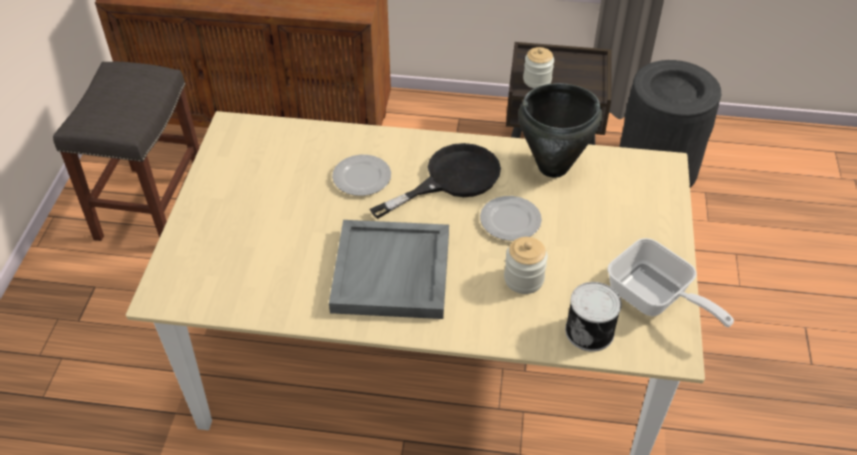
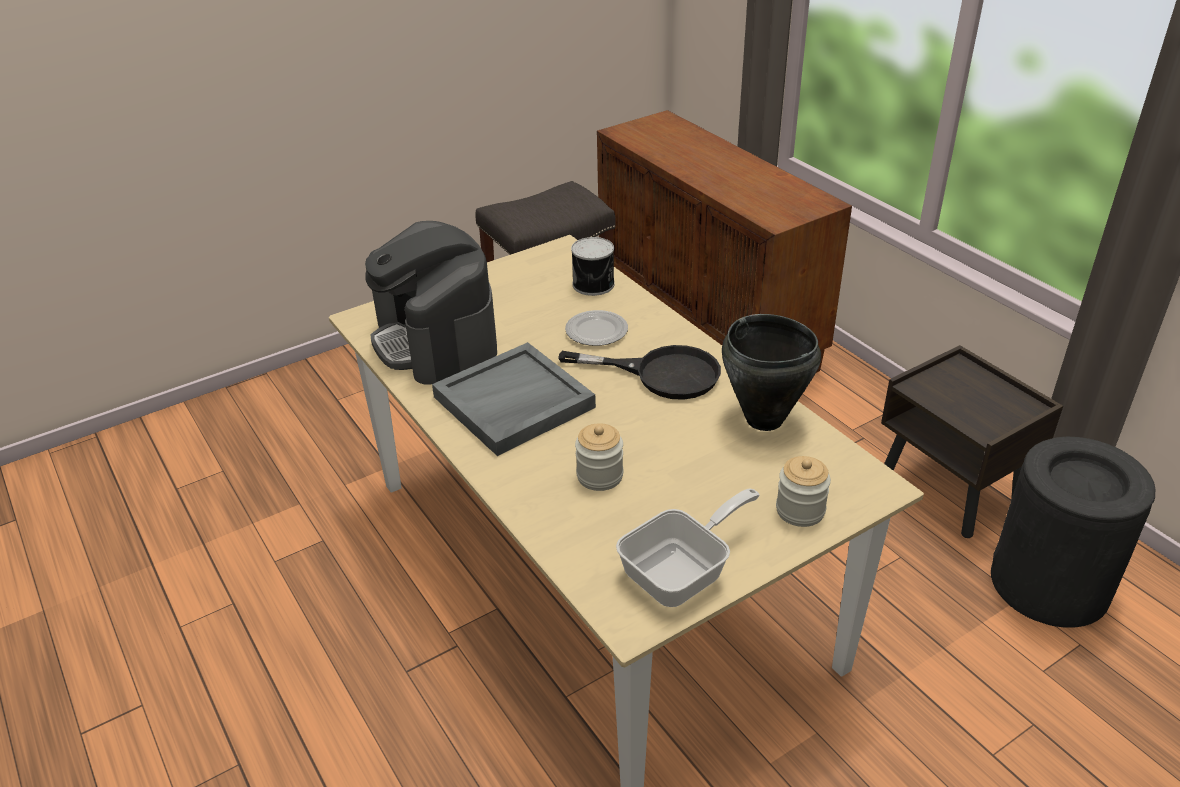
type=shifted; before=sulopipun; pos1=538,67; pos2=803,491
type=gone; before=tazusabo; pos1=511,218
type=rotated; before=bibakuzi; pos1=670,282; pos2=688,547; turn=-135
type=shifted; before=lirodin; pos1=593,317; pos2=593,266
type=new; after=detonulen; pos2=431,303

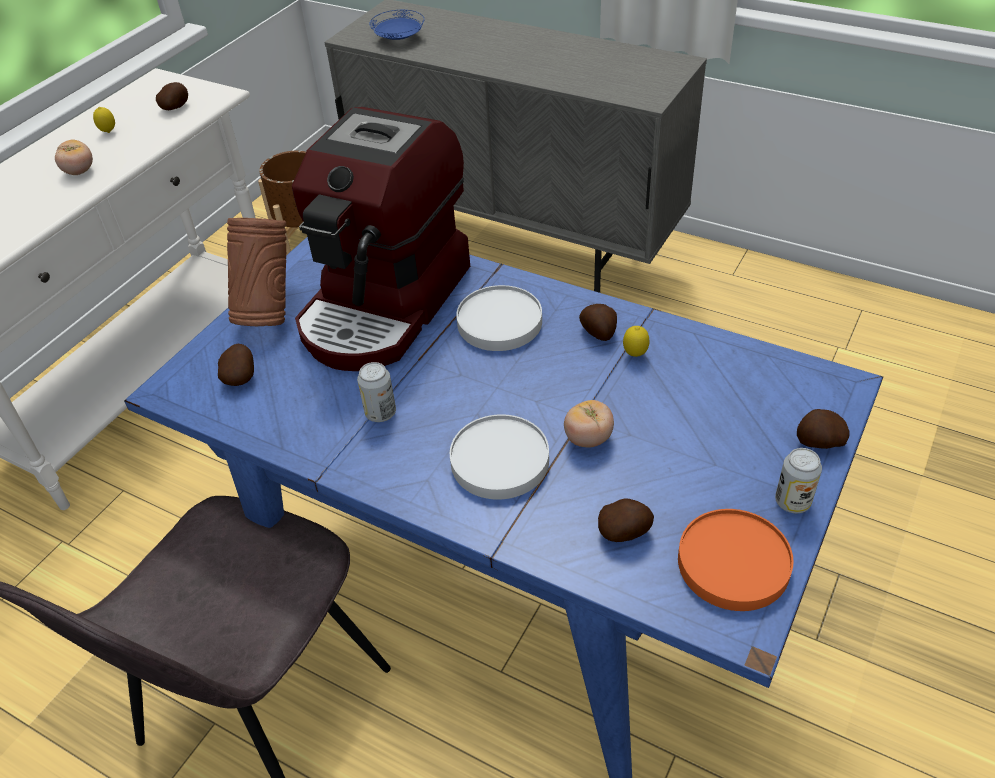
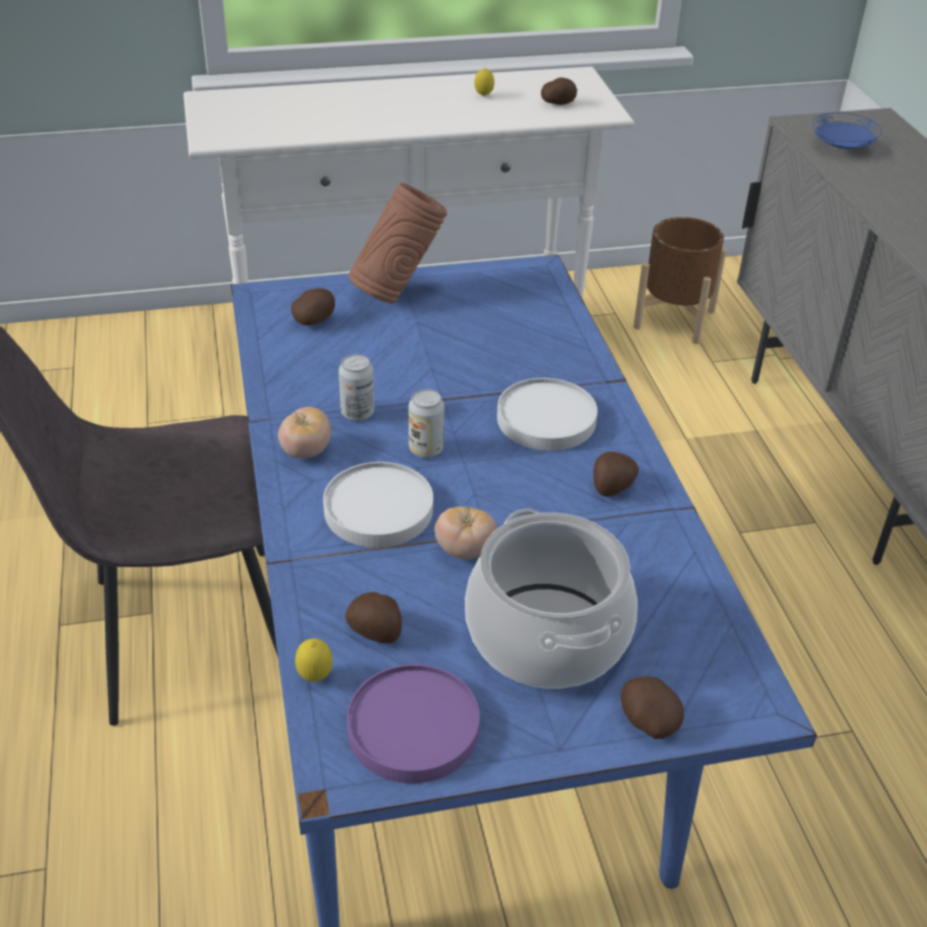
type=gone; before=detonulen; pos1=381,239
type=shifted; before=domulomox; pos1=74,157; pos2=304,433
type=shifted; before=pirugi; pos1=636,341; pos2=314,660
type=shifted; before=lirodin; pos1=798,480; pos2=426,423
type=repainted; before=tazusabo (orange); after=tazusabo (purple); pos1=735,560; pos2=413,724
type=new; after=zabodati; pos2=551,599

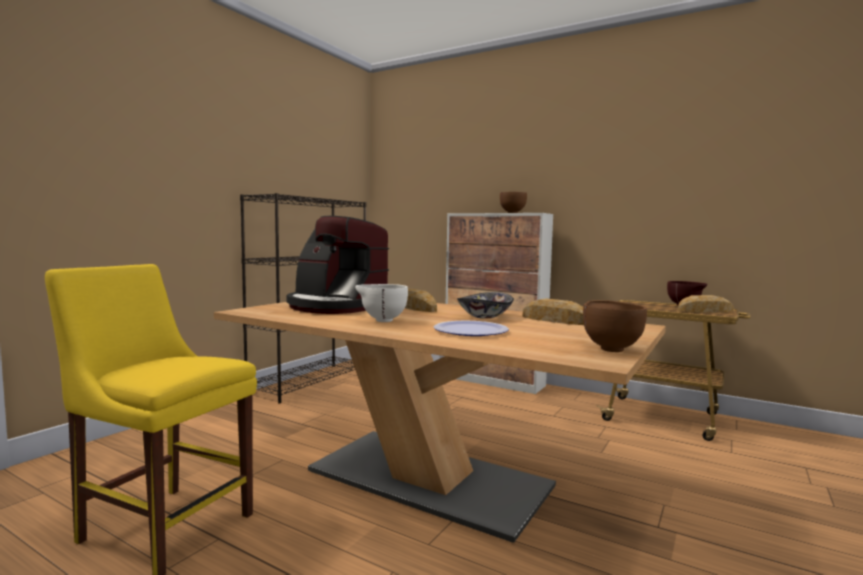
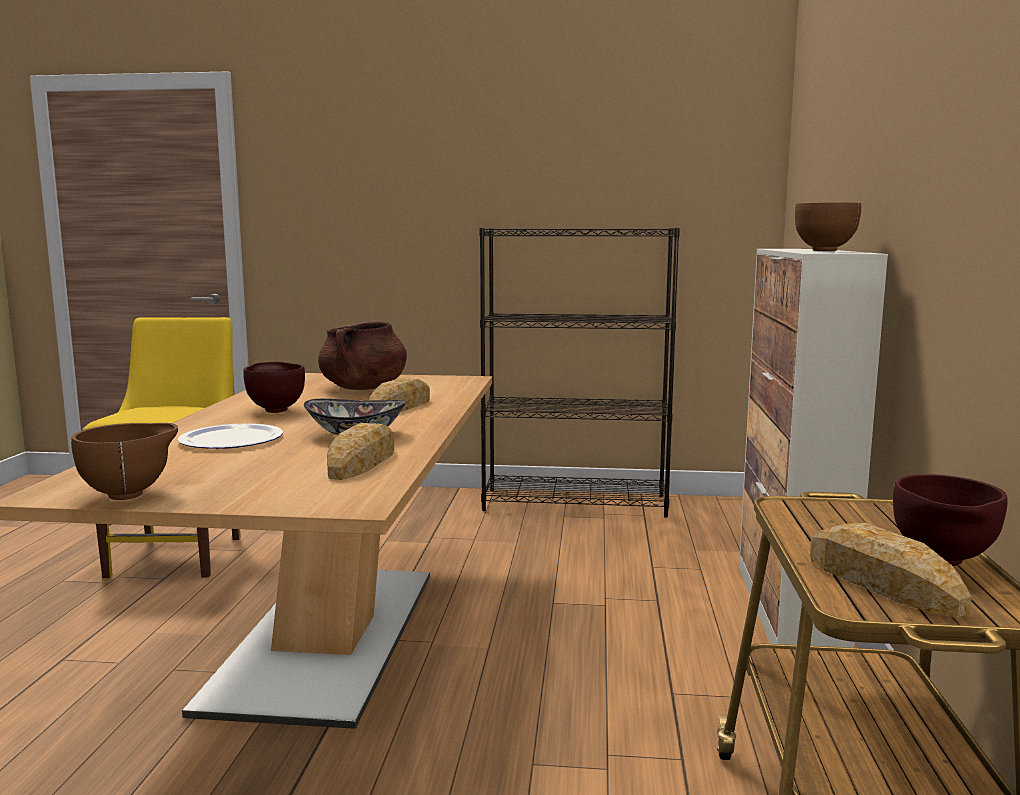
type=swapped; before=detonulen; after=zabodati (brown); pos1=337,265; pos2=362,355
type=repainted; before=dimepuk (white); after=dimepuk (brown); pos1=381,303; pos2=274,387

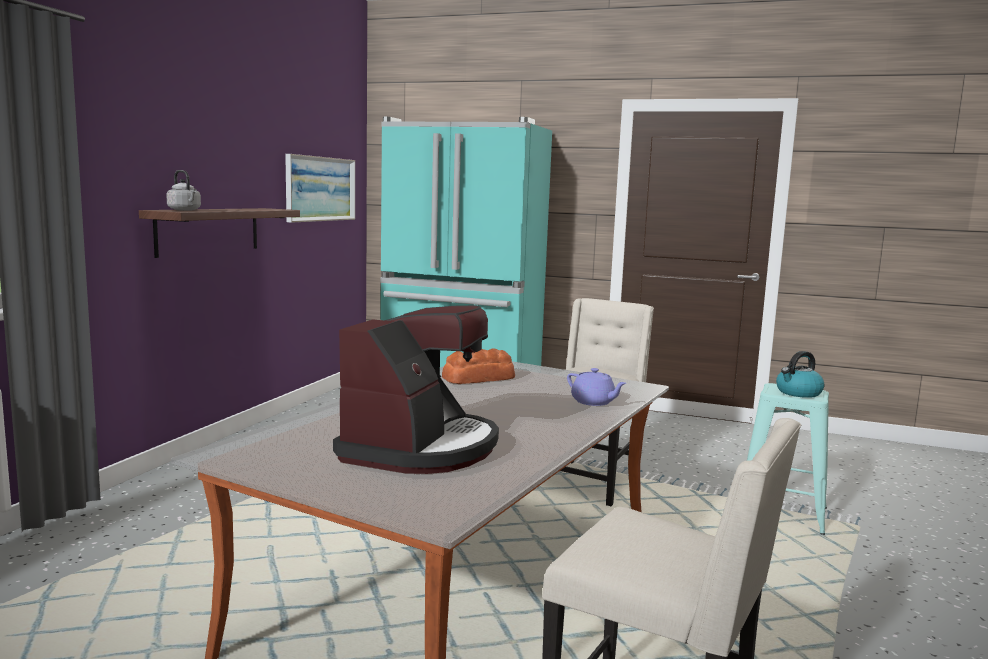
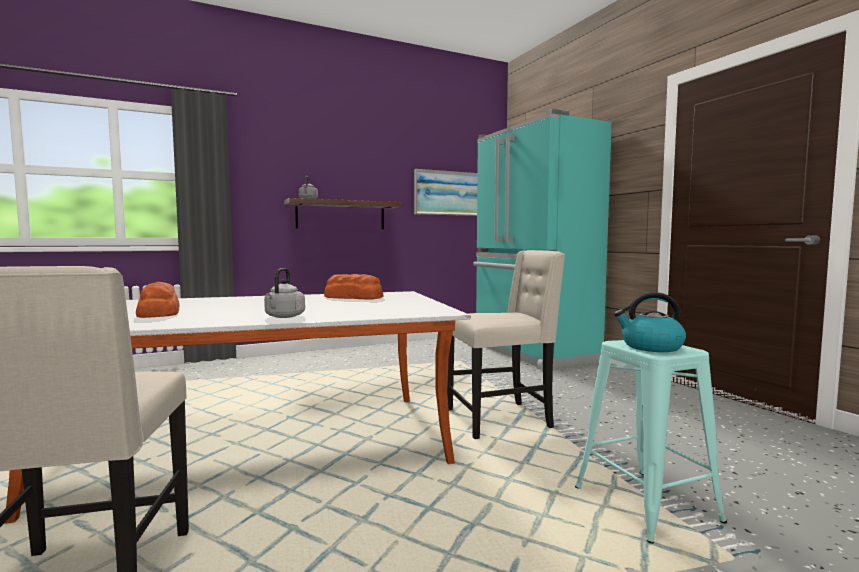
type=swapped; before=detonulen; after=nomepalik; pos1=416,389; pos2=158,300
type=gone; before=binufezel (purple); pos1=596,387
type=new; after=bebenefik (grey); pos2=284,293

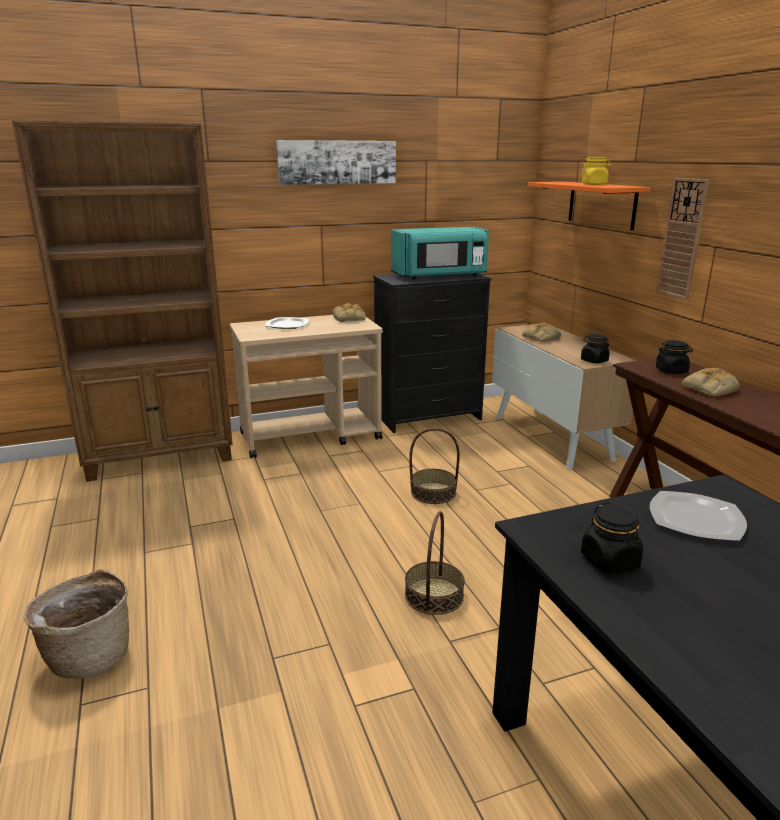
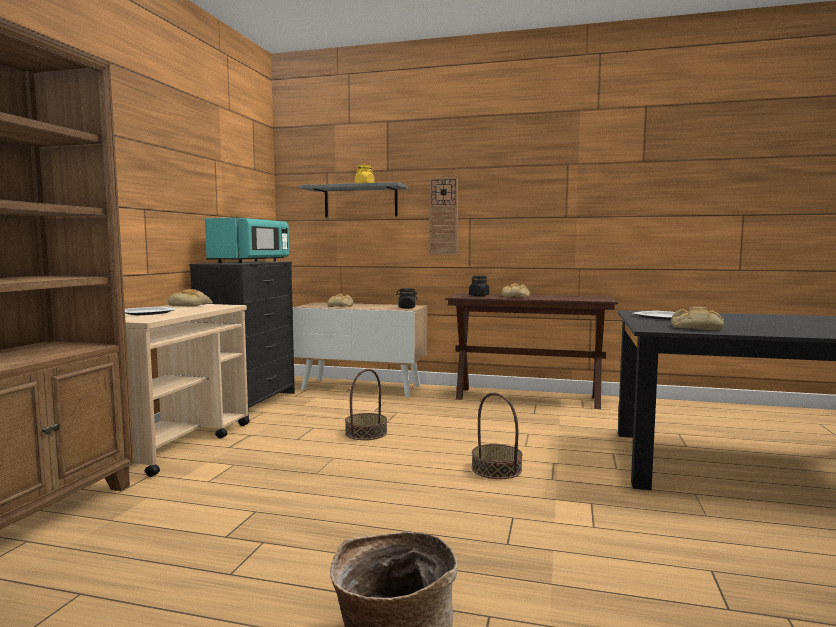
type=gone; before=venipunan; pos1=336,162
type=repainted; before=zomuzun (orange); after=zomuzun (grey); pos1=589,206; pos2=354,199
type=swapped; before=sulopipun (black); after=nomepalik; pos1=612,538; pos2=697,319

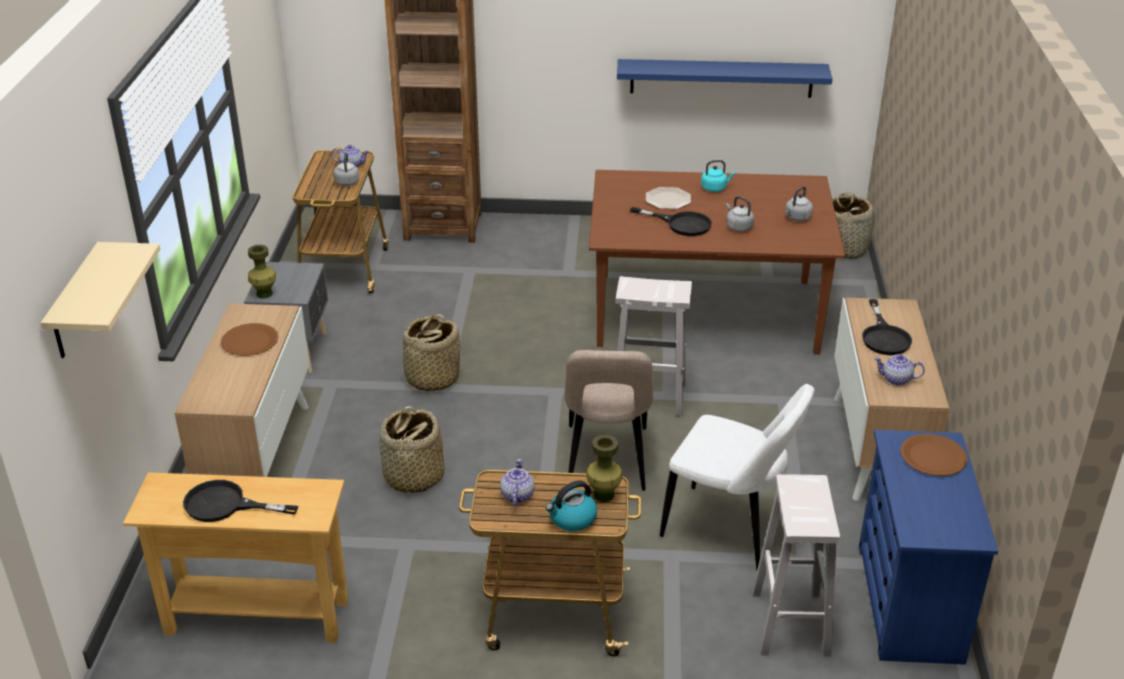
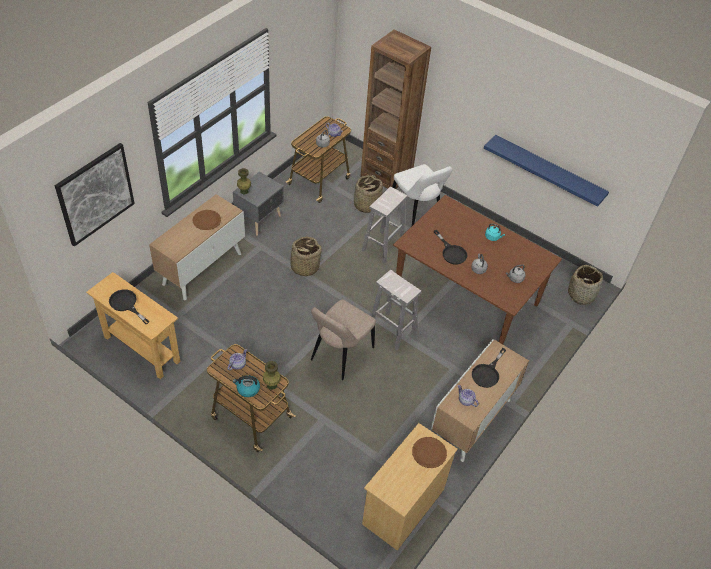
type=gone; before=tazusabo; pos1=668,198
type=swapped; before=zomuzun (beige); after=venipunan; pos1=100,300; pos2=95,195
type=shifted; before=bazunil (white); pos1=737,477; pos2=422,195
type=shifted; before=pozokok; pos1=411,450; pos2=368,194
type=repainted; before=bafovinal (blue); after=bafovinal (beige); pos1=928,547; pos2=410,486
type=shifted; before=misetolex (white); pos1=796,565; pos2=384,225

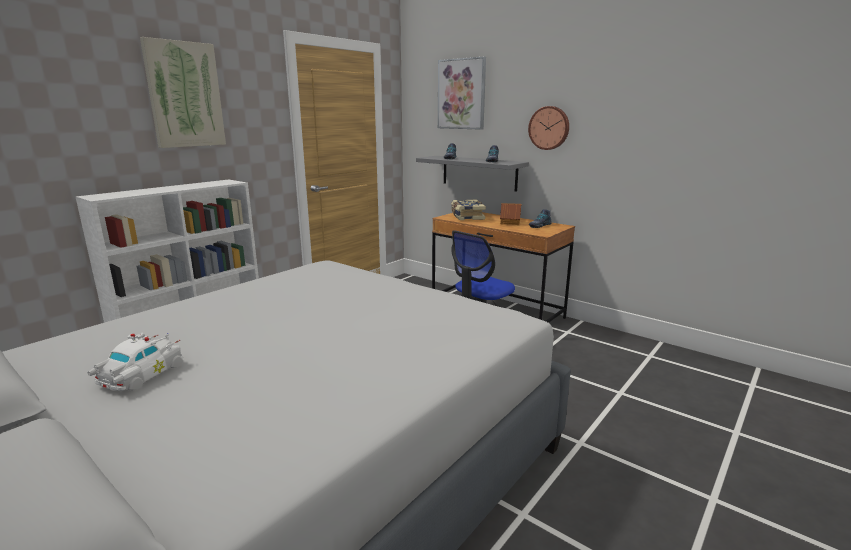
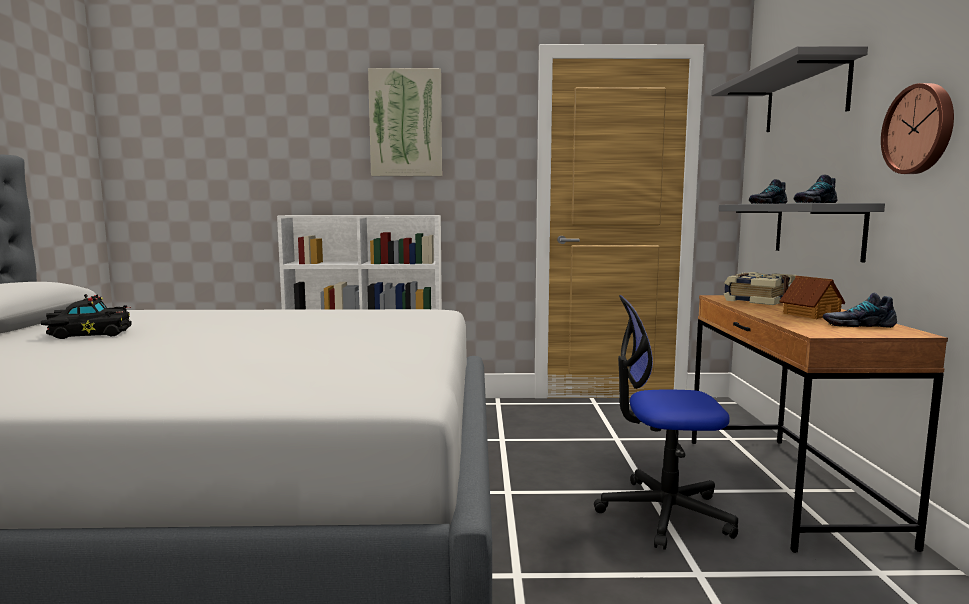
type=swapped; before=venipunan; after=zomuzun (grey); pos1=462,93; pos2=789,89
type=repainted; before=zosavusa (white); after=zosavusa (black); pos1=135,362; pos2=86,316

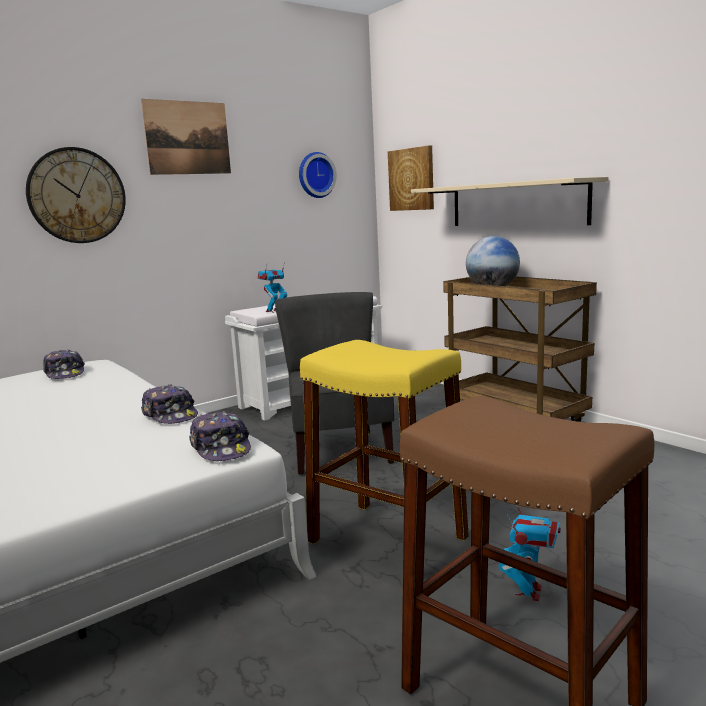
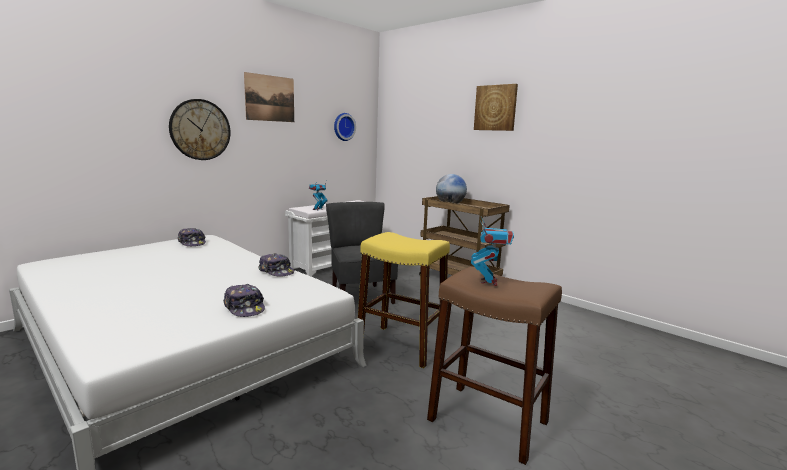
type=shifted; before=venipunan; pos1=411,178; pos2=496,107
type=gone; before=zomuzun (beige); pos1=510,201
type=shifted; before=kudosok; pos1=220,436; pos2=244,300
type=shifted; before=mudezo; pos1=530,553; pos2=492,251

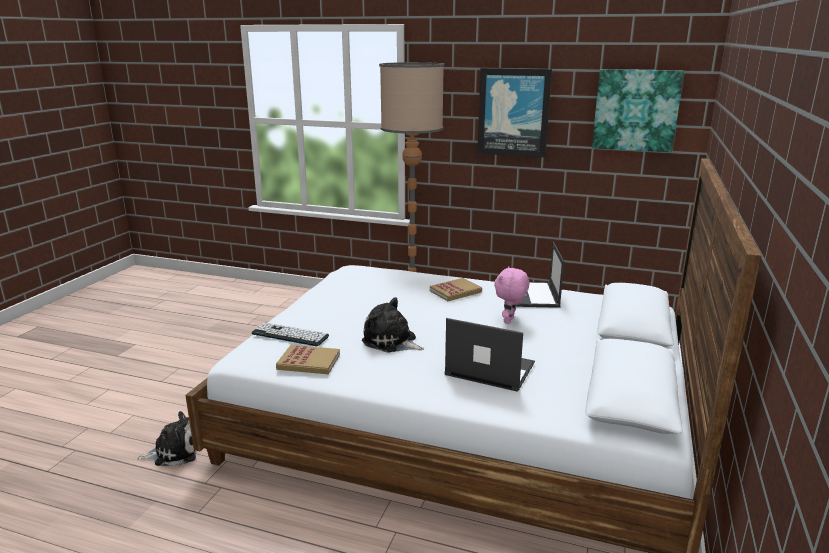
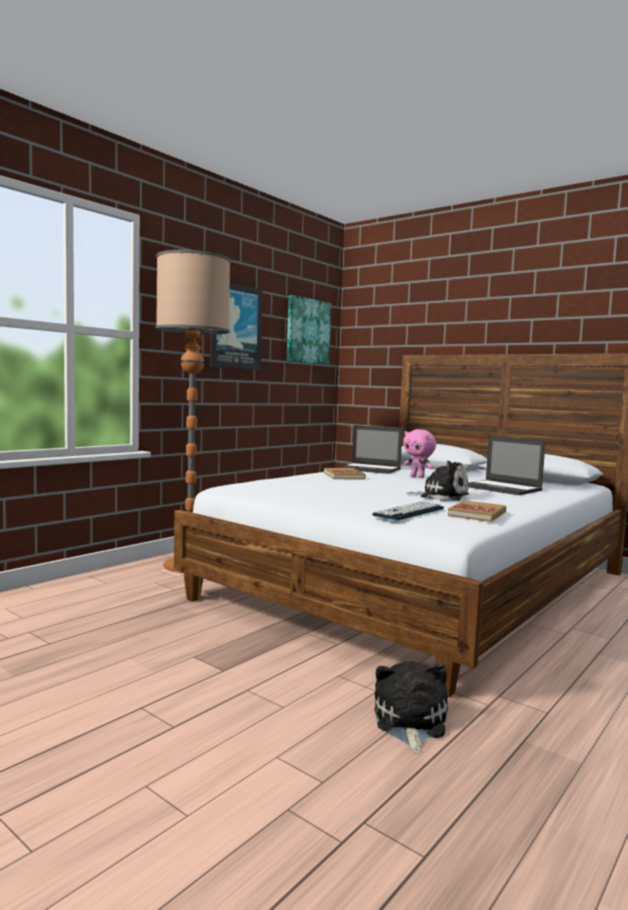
type=rotated; before=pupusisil; pos1=393,325; pos2=437,481; turn=-120
type=rotated; before=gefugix; pos1=490,355; pos2=507,465; turn=-90

